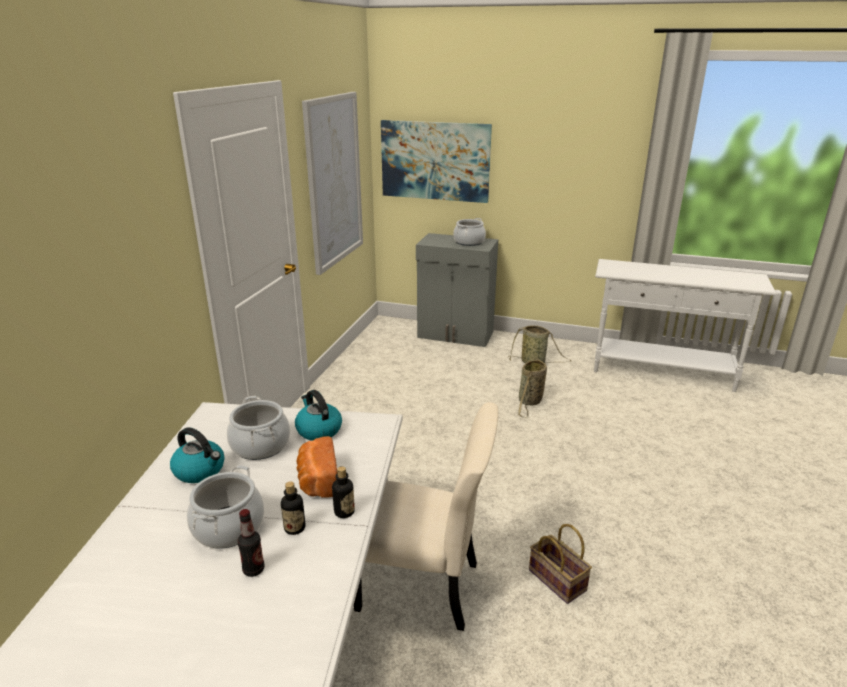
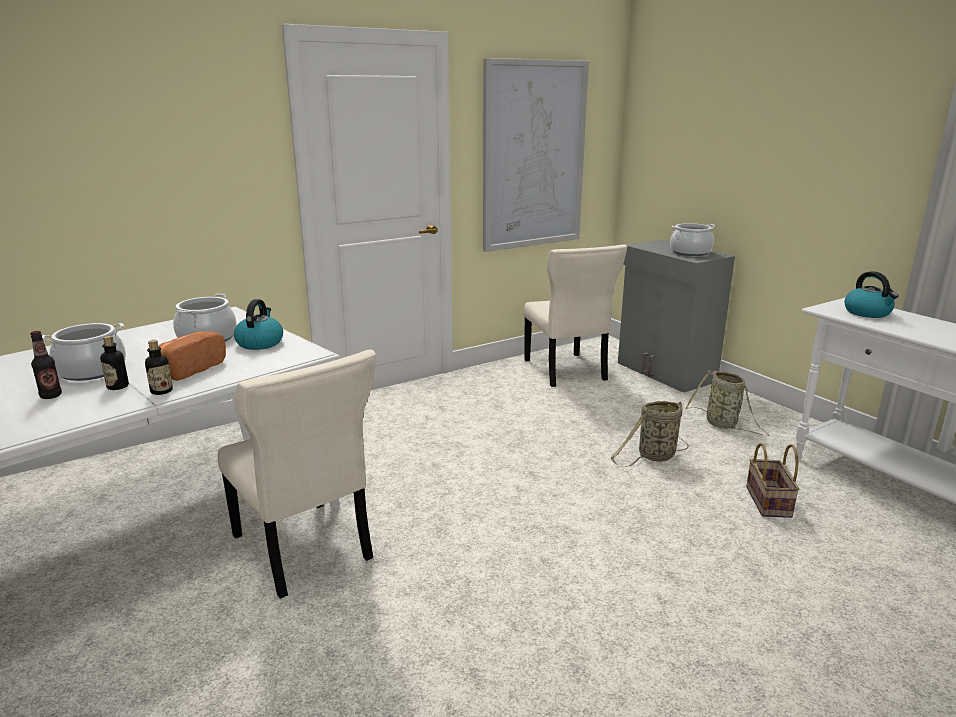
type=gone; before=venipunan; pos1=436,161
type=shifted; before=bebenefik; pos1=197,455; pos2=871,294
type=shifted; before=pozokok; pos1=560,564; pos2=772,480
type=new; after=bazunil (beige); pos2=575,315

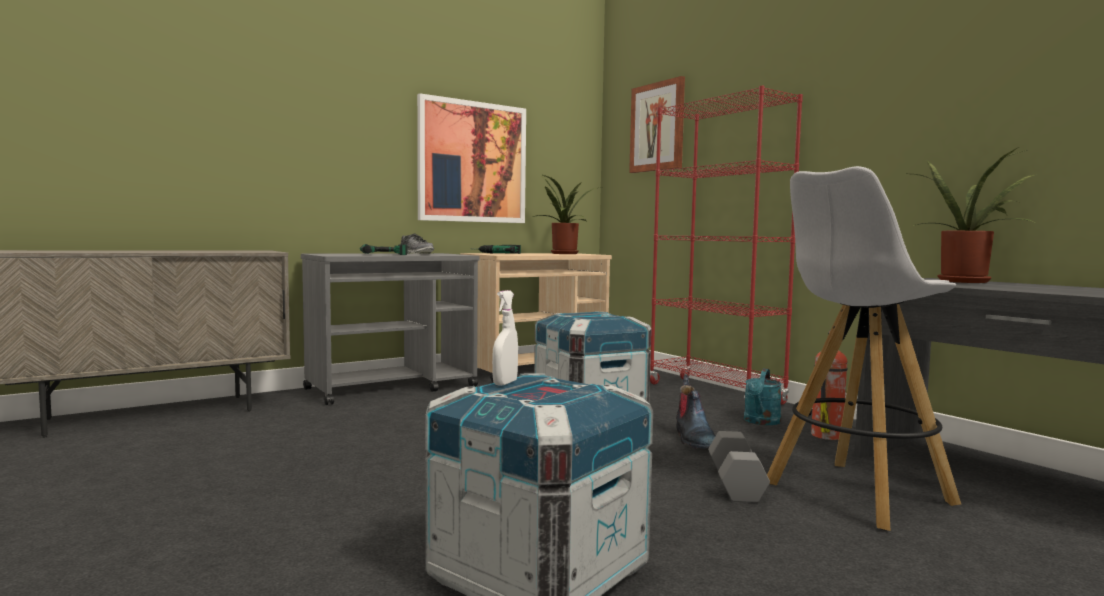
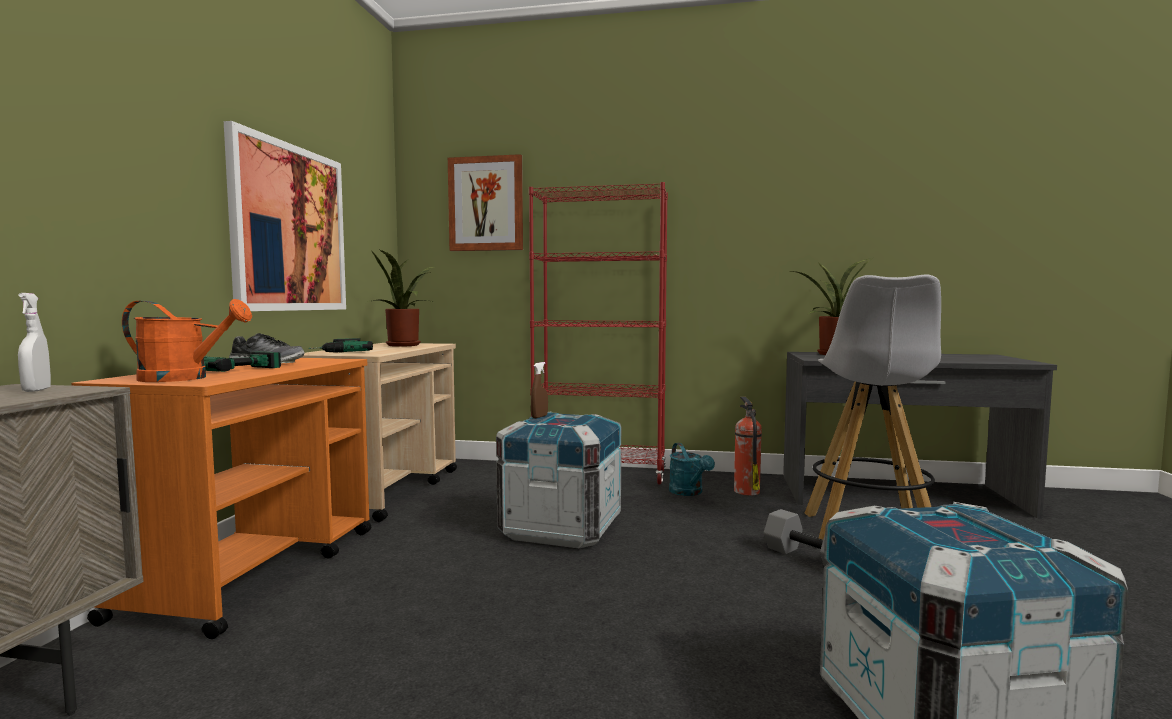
type=repainted; before=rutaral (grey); after=rutaral (orange); pos1=390,329; pos2=221,498
type=shifted; before=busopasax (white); pos1=505,338; pos2=34,342
type=gone; before=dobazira; pos1=695,412
type=new; after=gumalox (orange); pos2=187,340
type=new; after=busopasax (brown); pos2=539,390

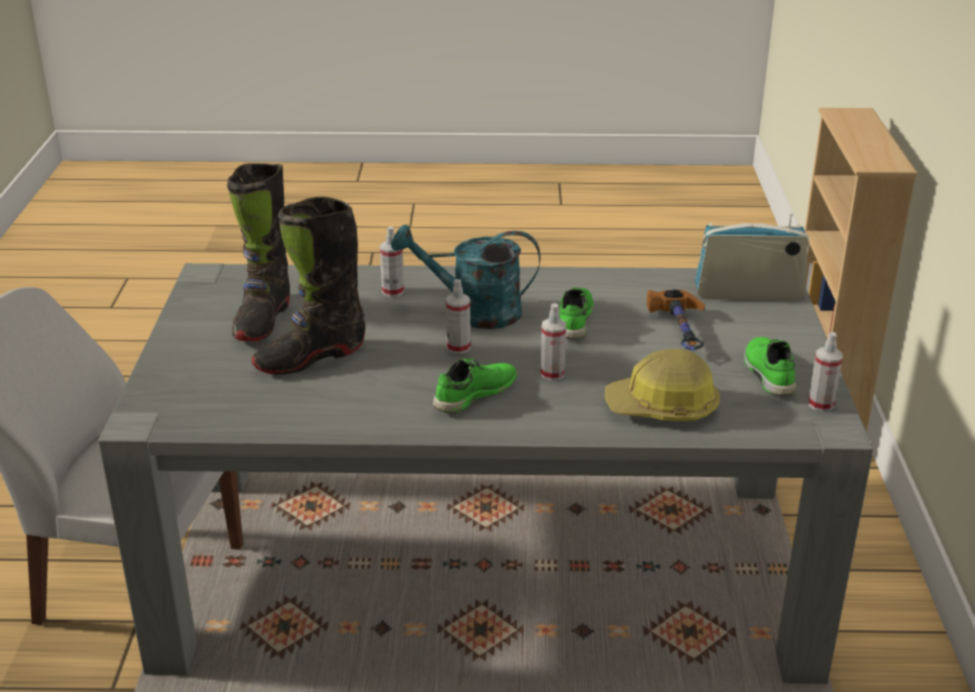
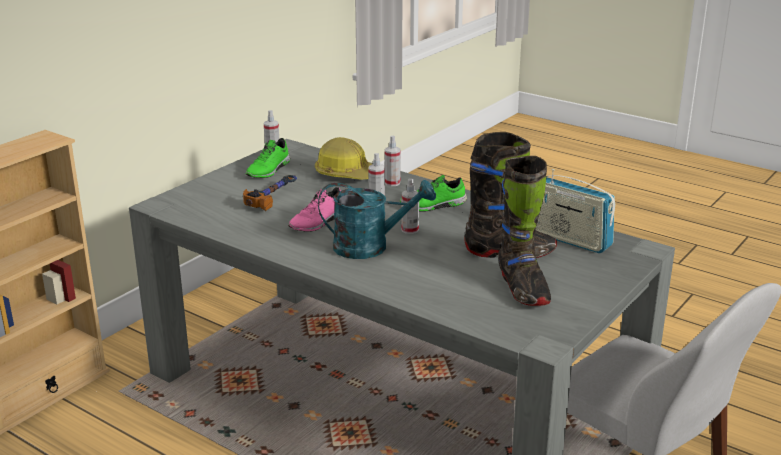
type=rotated; before=dobazira (black); pos1=258,252; pos2=524,231; turn=120
type=shifted; before=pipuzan; pos1=752,257; pos2=575,211
type=rotated; before=gumalox (turquoise); pos1=466,276; pos2=377,219; turn=-45
type=shifted; before=busopasax; pos1=392,261; pos2=393,161
type=repainted; before=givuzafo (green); after=givuzafo (pink); pos1=576,313; pos2=314,209

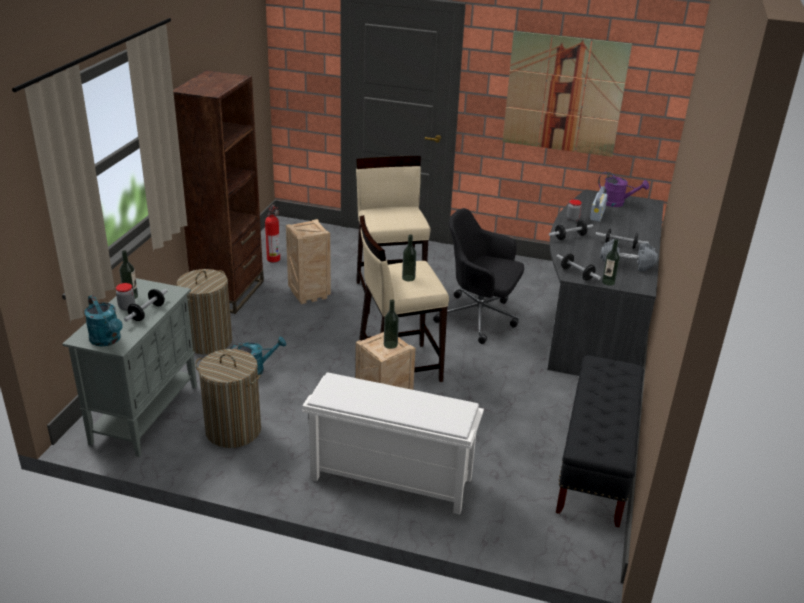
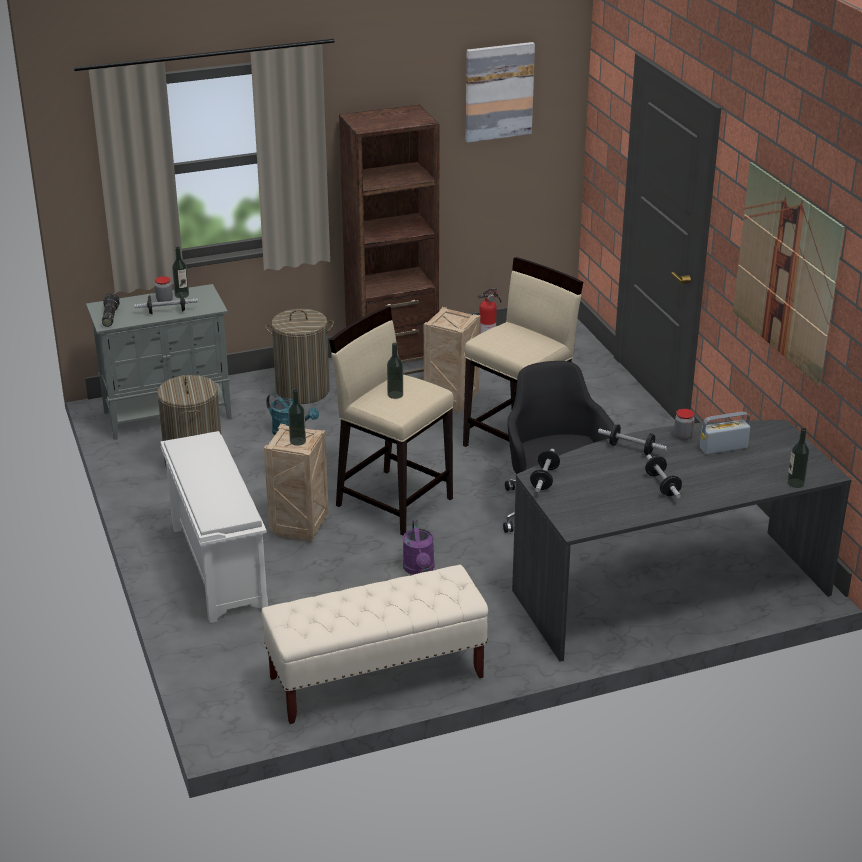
type=shifted; before=gumalox (purple); pos1=623,189; pos2=419,547
type=gone; before=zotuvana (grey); pos1=628,255
type=shifted; before=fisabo; pos1=611,262; pos2=798,458
type=swapped; before=gumalox (turquoise); after=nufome; pos1=103,320; pos2=111,310
type=repainted; before=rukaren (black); after=rukaren (beige); pos1=600,441; pos2=375,644
type=new; after=venipunan; pos2=500,92

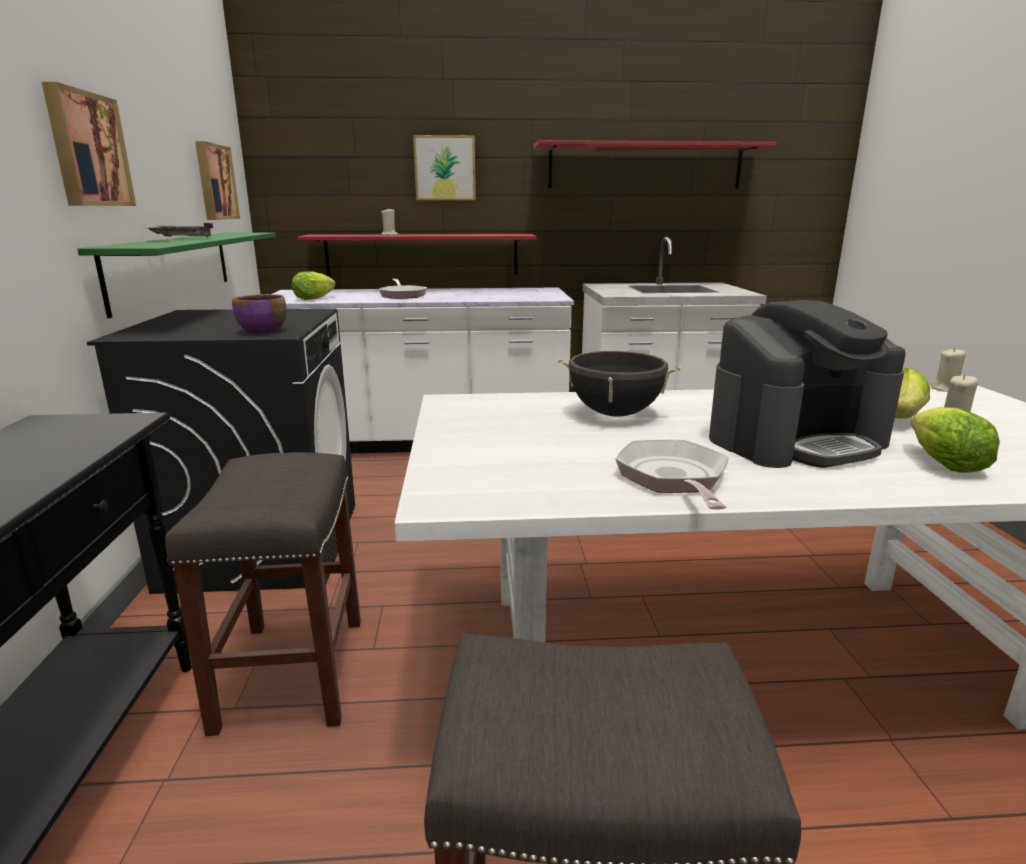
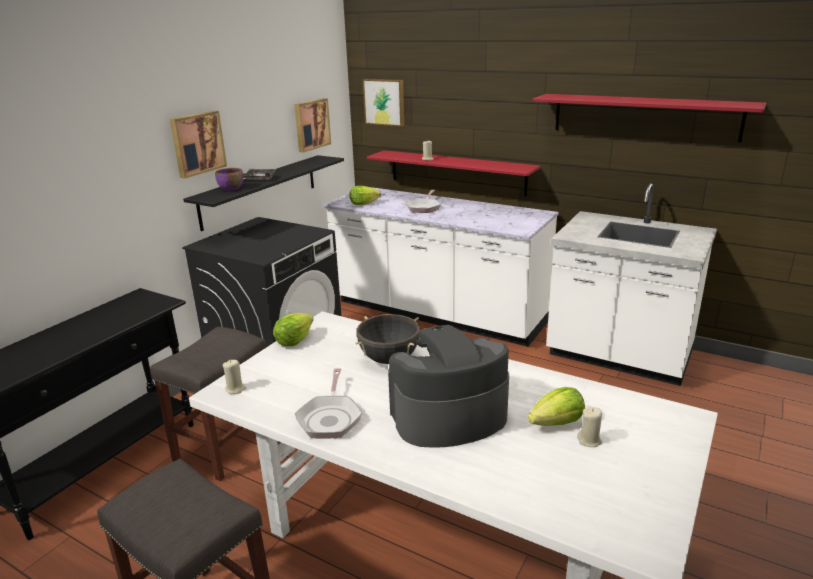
type=shifted; before=venipunan; pos1=444,167; pos2=383,103
type=repainted; before=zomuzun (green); after=zomuzun (black); pos1=176,275; pos2=263,193
type=shifted; before=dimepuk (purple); pos1=259,314; pos2=229,179
type=rotated; before=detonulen; pos1=807,384; pos2=448,386; turn=150
type=shifted; before=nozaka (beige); pos1=948,370; pos2=235,377
type=shifted; before=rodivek; pos1=955,440; pos2=293,329
type=rotated; before=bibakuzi; pos1=671,475; pos2=328,403; turn=150

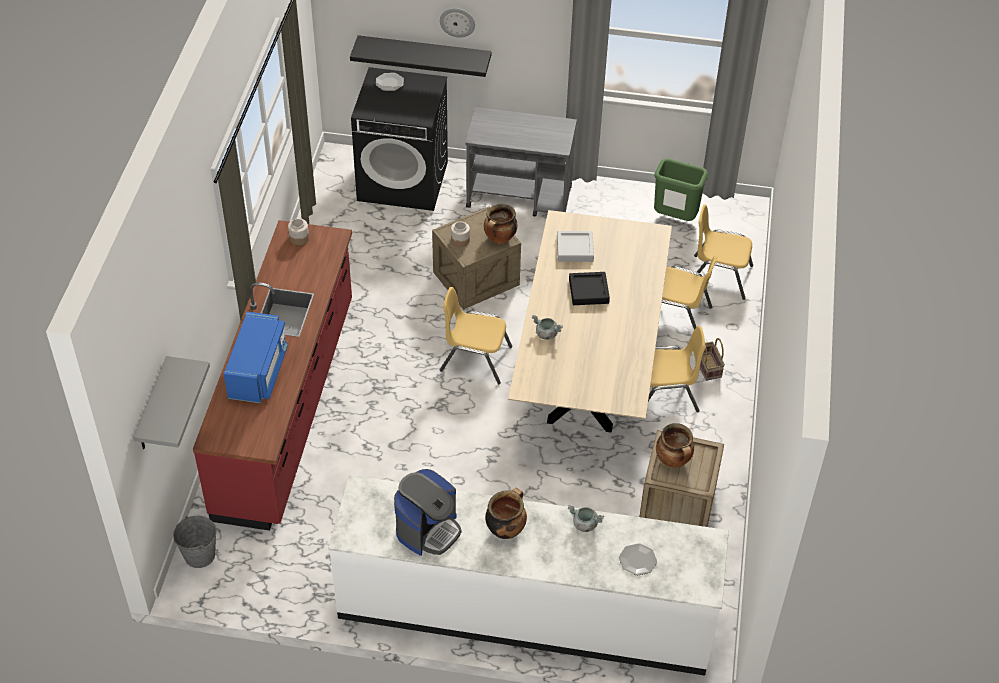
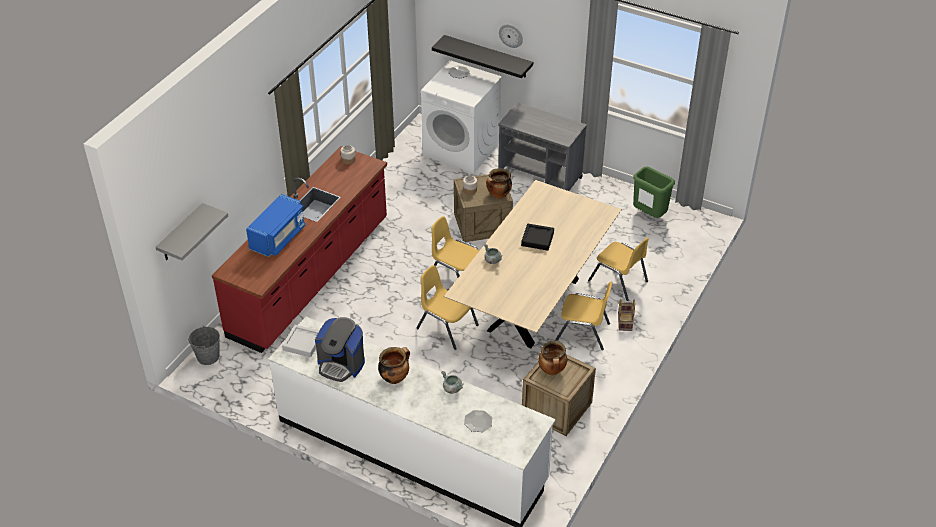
type=repainted; before=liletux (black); after=liletux (white); pos1=399,139; pos2=461,116
type=shifted; before=bazunil (yellow); pos1=723,252; pos2=447,307
type=shifted; before=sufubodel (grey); pos1=575,246; pos2=300,341
type=rotated; before=detonulen; pos1=428,512; pos2=340,349; turn=60

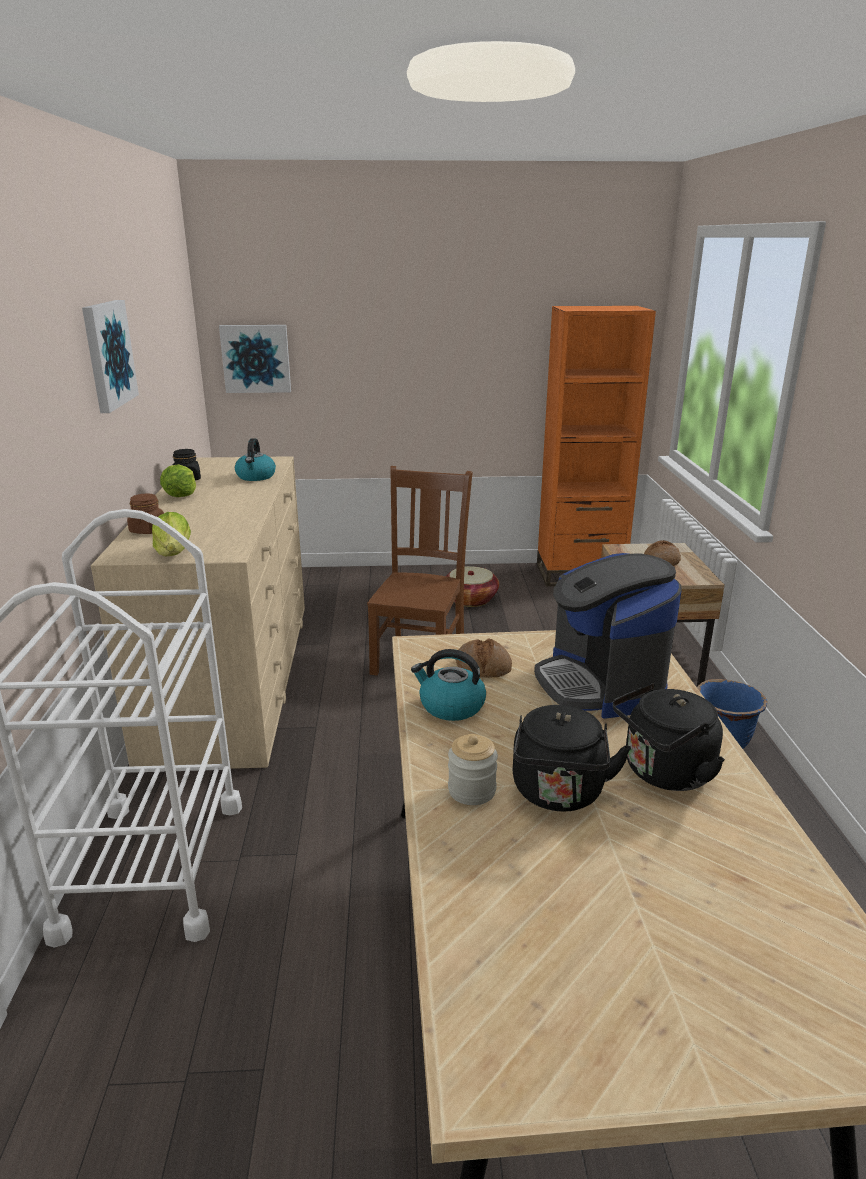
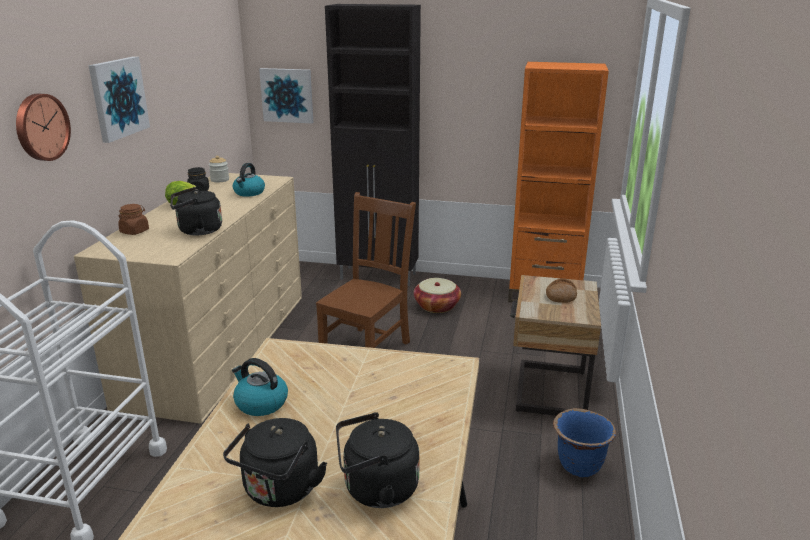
type=gone; before=rodivek; pos1=171,534
type=gone; before=detonulen; pos1=608,636
type=gone; before=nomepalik; pos1=484,658
type=shifted; before=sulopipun; pos1=473,769; pos2=219,169
type=new; after=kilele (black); pos2=373,145
type=new; after=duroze; pos2=43,127
type=new; after=bebenefik (black); pos2=196,211

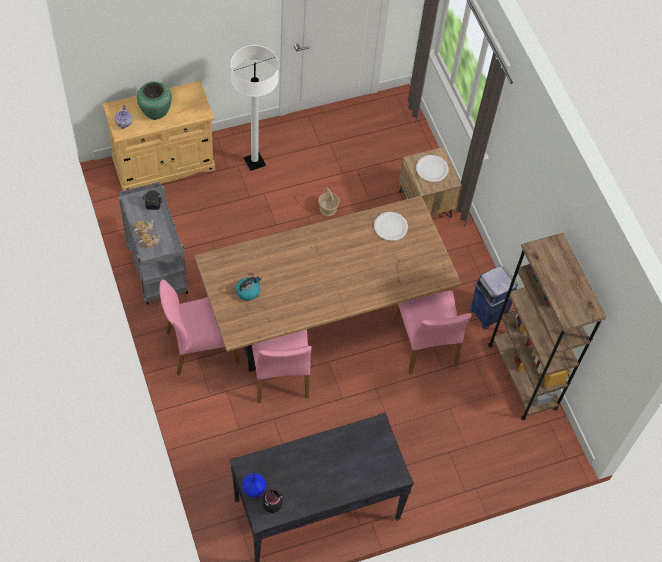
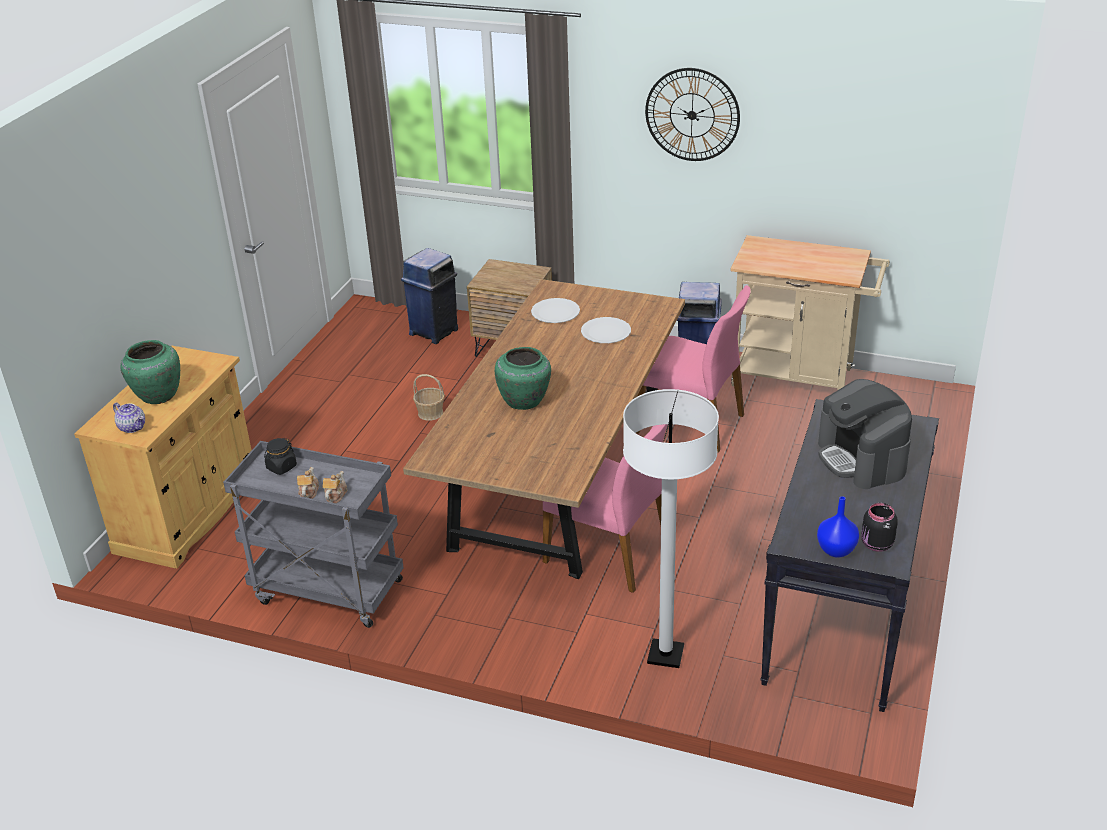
type=shifted; before=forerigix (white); pos1=255,108; pos2=671,528
type=shifted; before=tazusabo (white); pos1=432,168; pos2=606,330
type=swapped; before=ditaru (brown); after=rutaral (beige); pos1=547,326; pos2=810,312
type=gone; before=bebenefik; pos1=248,288
type=gone; before=bazunil (pink); pos1=199,327
type=new; after=duroze; pos2=692,114
type=new; after=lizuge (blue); pos2=429,296
type=new; after=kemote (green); pos2=523,378
type=new; after=detonulen; pos2=865,434

